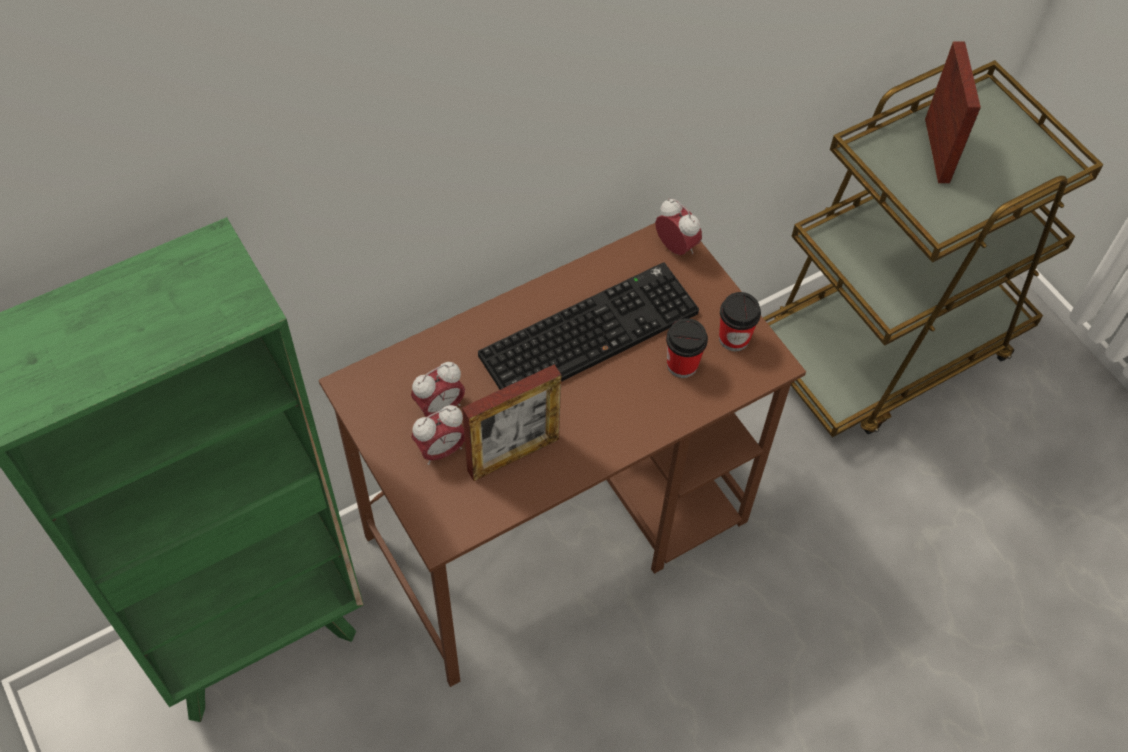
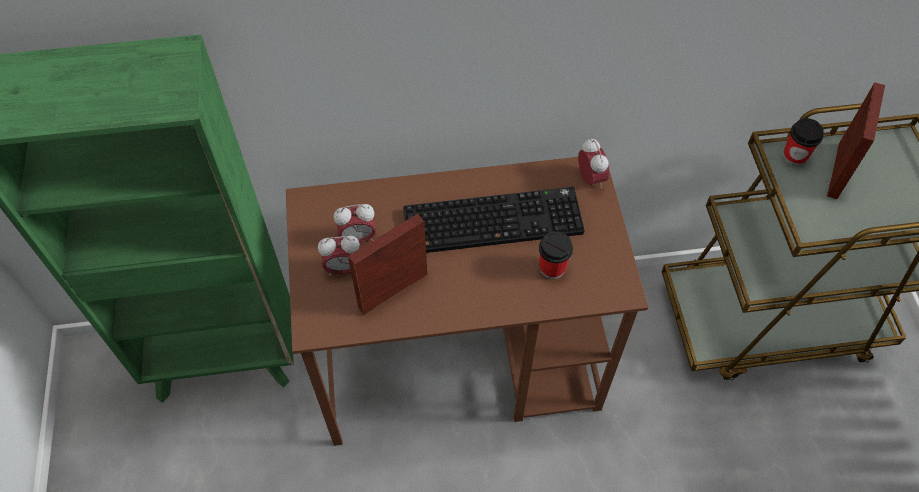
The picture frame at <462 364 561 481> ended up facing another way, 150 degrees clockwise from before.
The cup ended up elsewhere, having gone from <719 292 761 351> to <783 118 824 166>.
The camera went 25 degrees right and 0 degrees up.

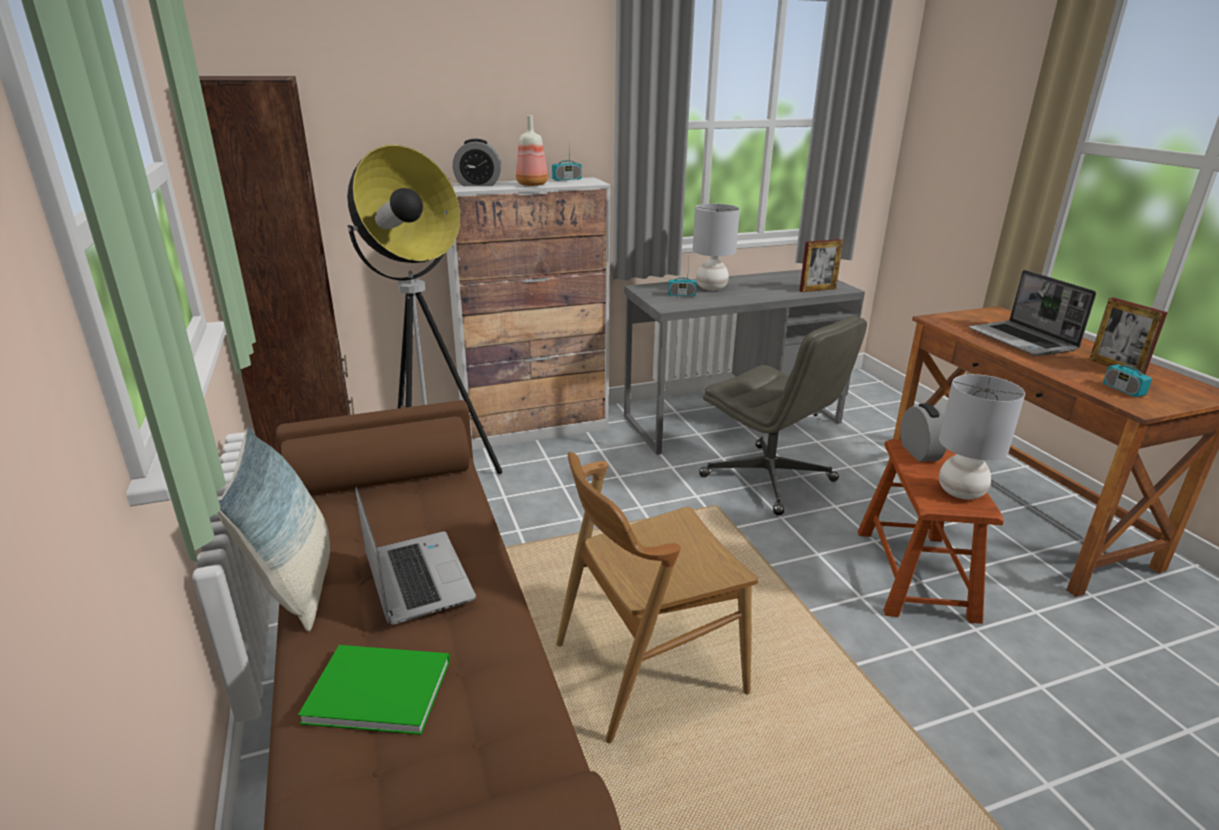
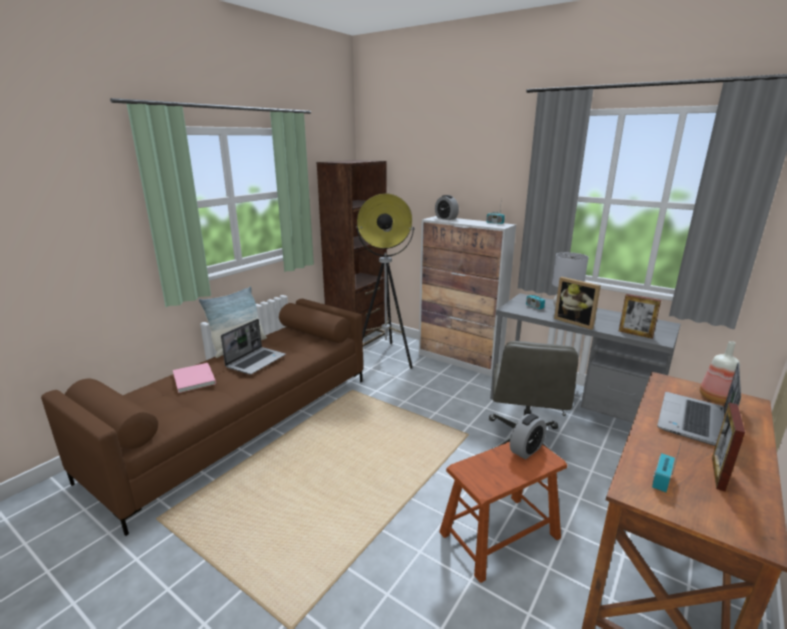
What was the book (green) at <298 645 450 735> turned into the book (pink) at <173 363 216 393>.
The bottle ended up elsewhere, having gone from <516 115 548 186> to <700 341 740 404>.
The second view lost the chair (brown) at <556 452 759 743>.
The second view lost the table lamp (grey) at <939 374 1025 500>.
The second view gained the picture frame at <554 277 601 330>.
The camera went 55 degrees right and 5 degrees down.

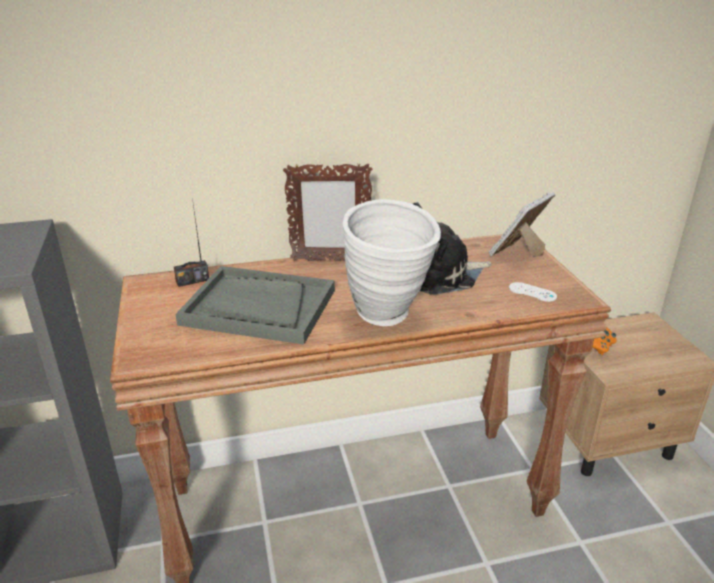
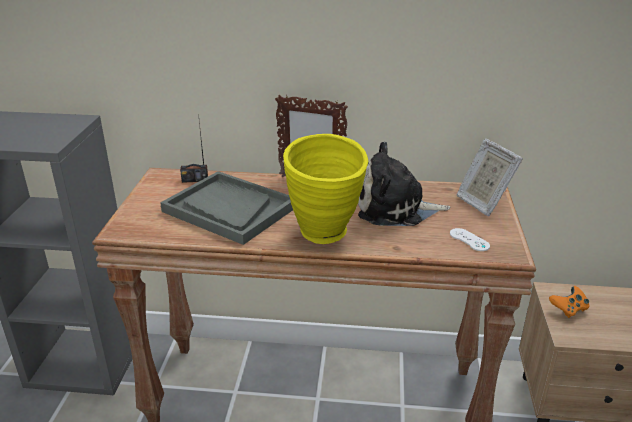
What was the vase (white) at <343 199 441 326> turned into the vase (yellow) at <283 134 368 244>.
The picture frame at <489 192 555 257> ended up facing another way, 90 degrees counterclockwise from before.
The camera went 20 degrees right and 0 degrees up.

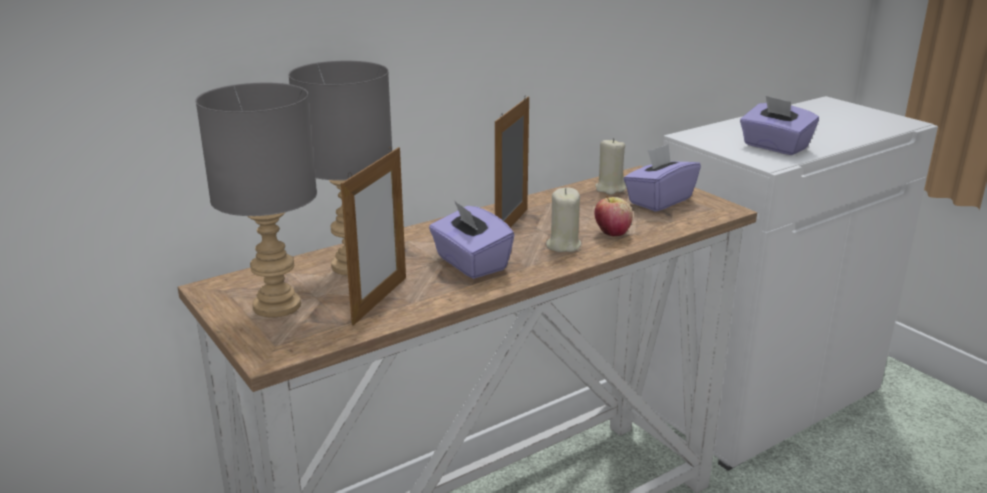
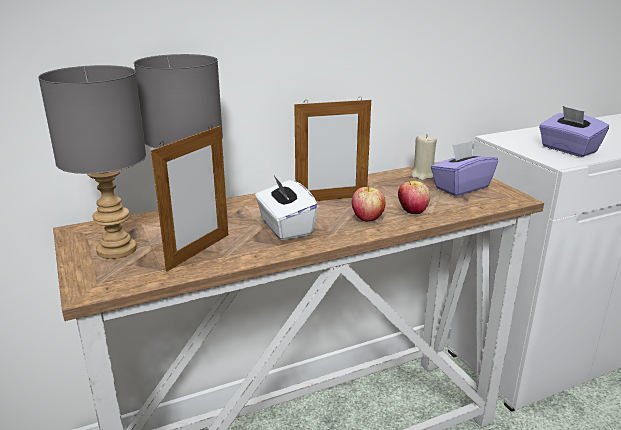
What was the tissue box (purple) at <429 200 515 279> turned into the tissue box (white) at <255 176 318 240>.
The picture frame at <495 96 529 228> ended up facing another way, 135 degrees counterclockwise from before.
Where the candle (beige) stood at <546 188 581 252>, the apple came to stand at <352 184 386 221>.
The camera went 10 degrees right and 0 degrees up.

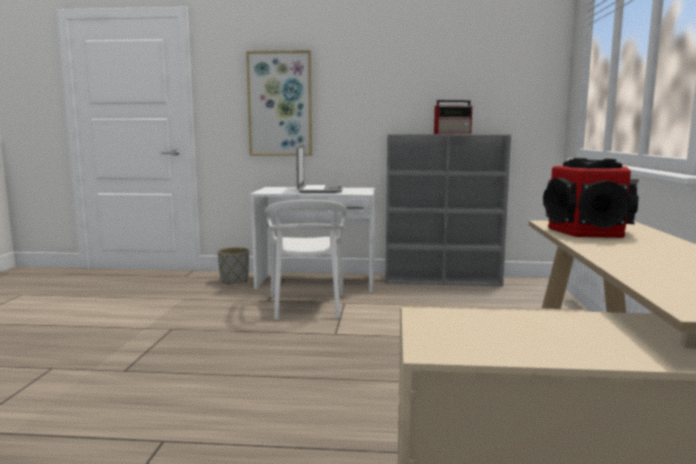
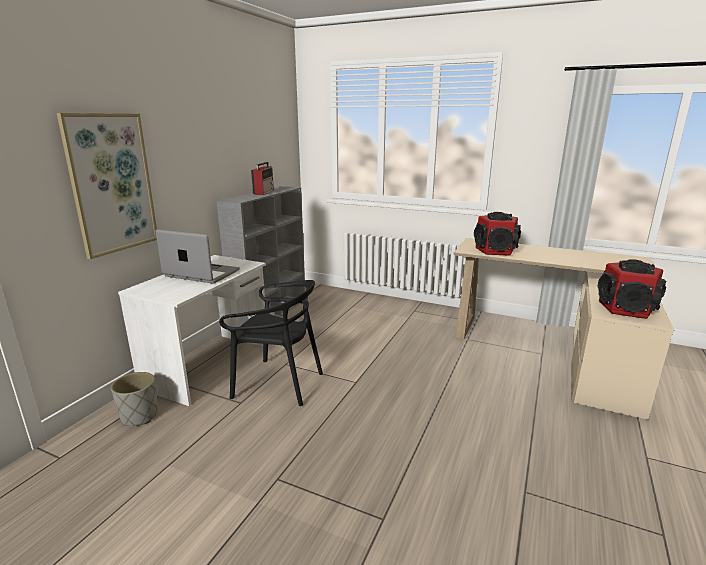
What was the chair (white) at <265 200 347 320> turned into the chair (black) at <219 280 323 406>.
The second view gained the speaker at <597 259 667 319>.
The camera went 70 degrees left and 10 degrees up.

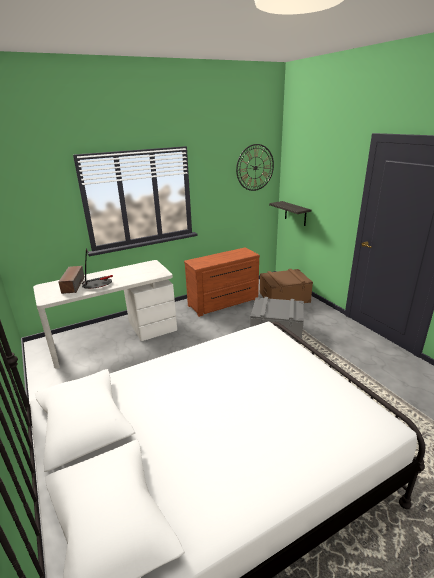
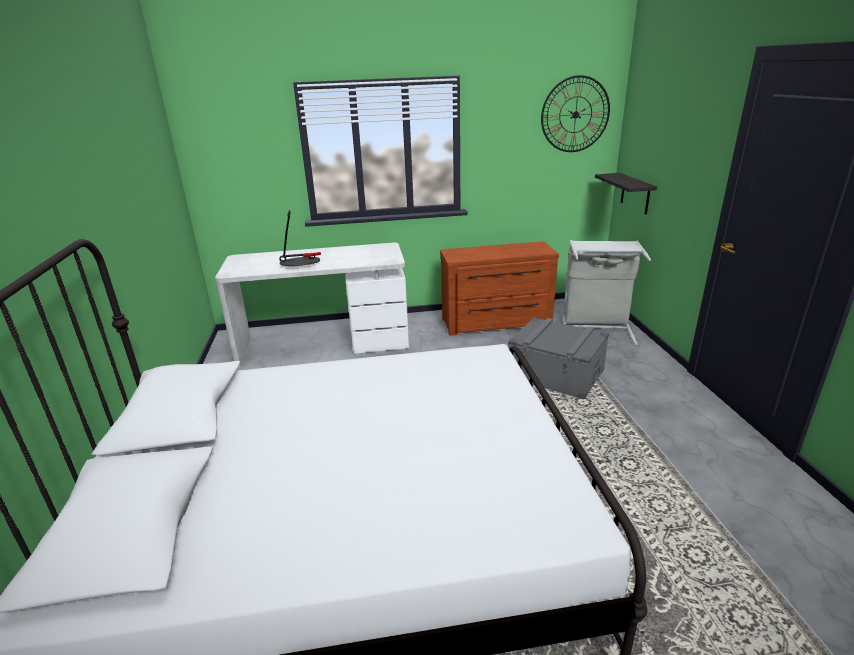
The second view lost the speaker at <58 266 85 294>.
Where the storage box (brown) stood at <260 269 313 303>, the laundry basket (grey) came to stand at <563 240 651 345>.
The camera went 20 degrees right and 0 degrees up.

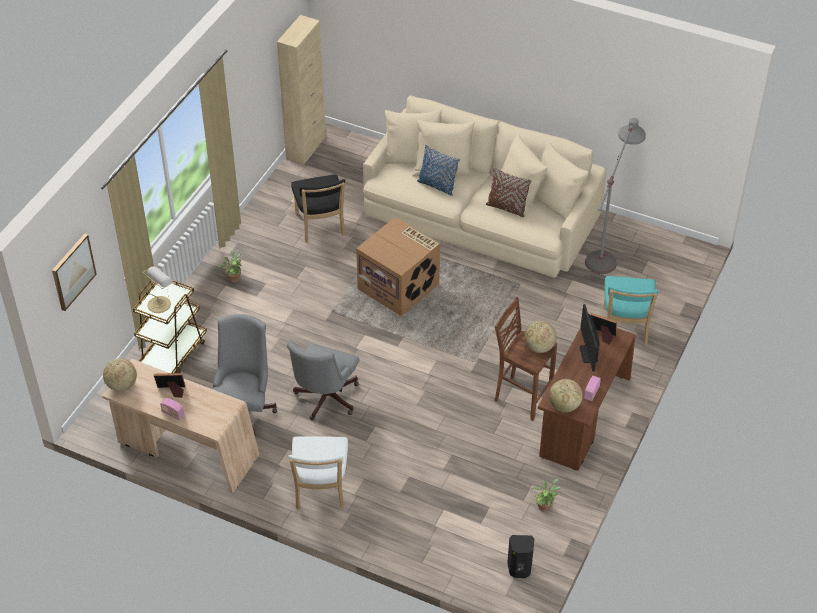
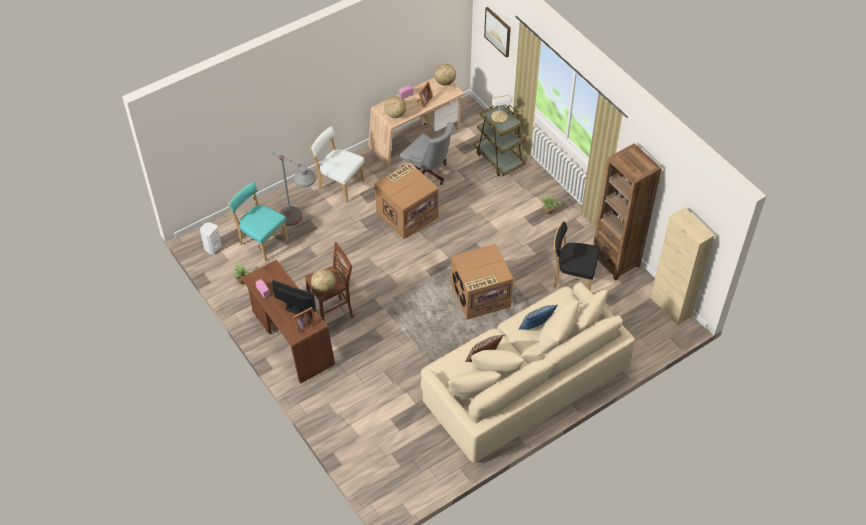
Where the office chair (grey) stood at <287 340 359 420>, the cardboard box came to stand at <375 163 439 239>.
What was the speaker (black) at <507 535 535 578> turned into the speaker (white) at <200 222 222 255>.
The globe ended up elsewhere, having gone from <549 379 583 412> to <384 96 406 118>.
The floor lamp (grey) ended up elsewhere, having gone from <585 118 646 274> to <272 152 316 226>.
The chair (turquoise) ended up elsewhere, having gone from <603 276 659 345> to <228 182 288 261>.
The second view gained the bookcase (brown) at <593 143 662 281>.
The camera went 120 degrees right and 5 degrees up.

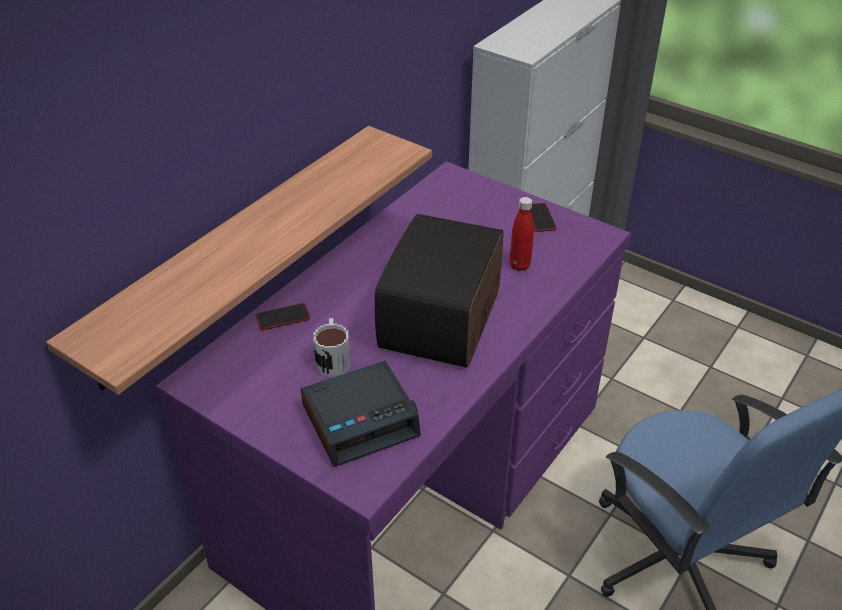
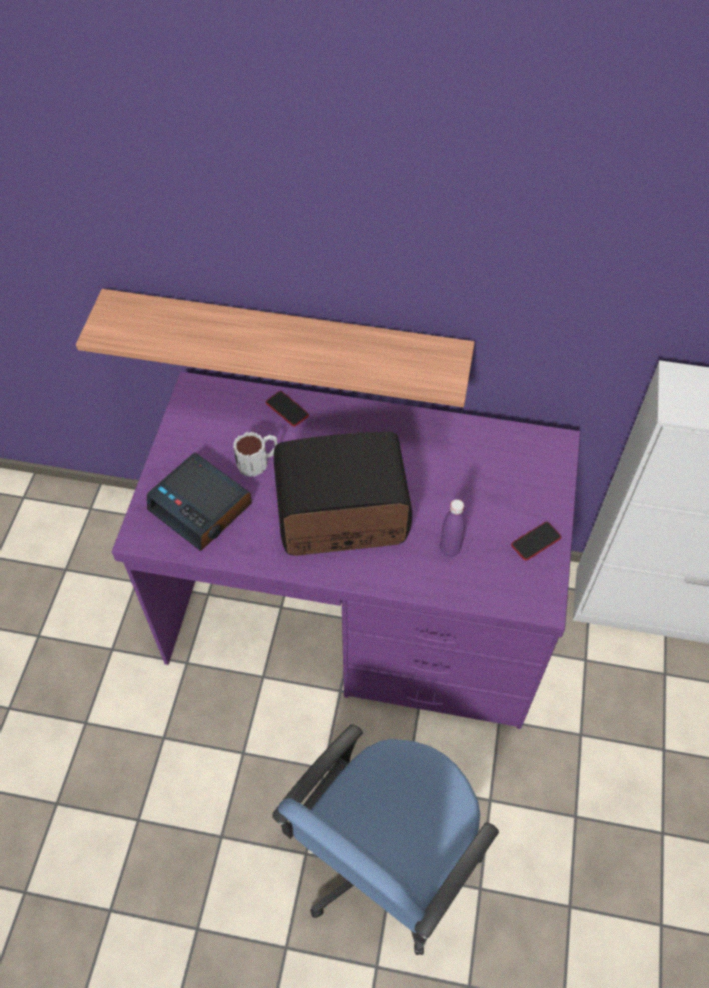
What was the bottle (red) at <510 197 534 271> turned into the bottle (purple) at <440 499 465 557>.
The camera went 65 degrees right and 15 degrees up.

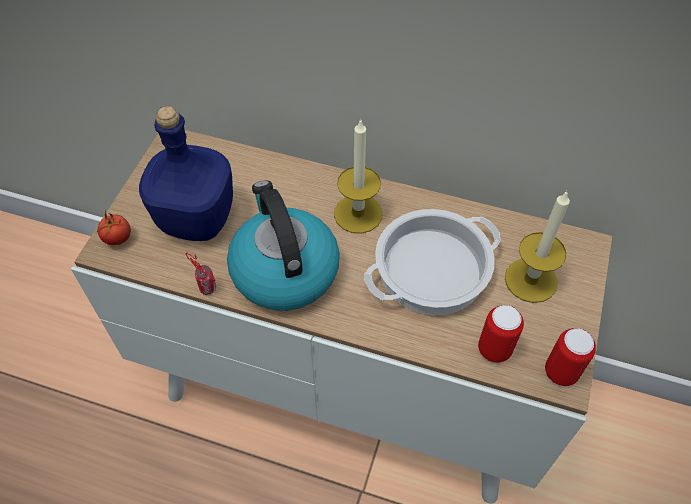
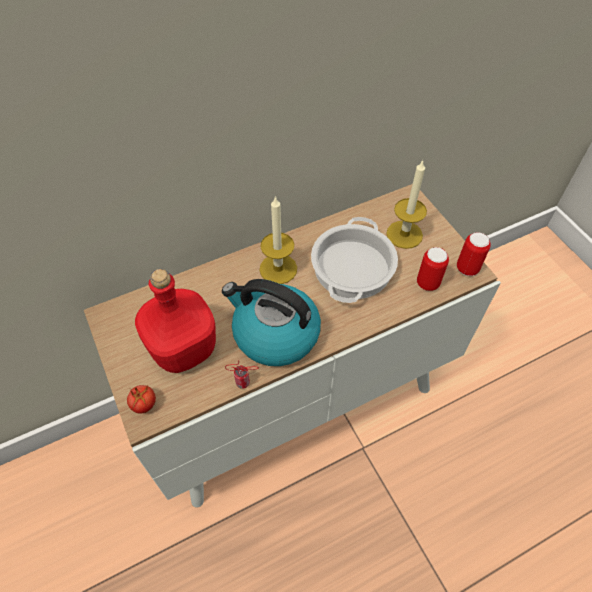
What was the bottle (blue) at <139 106 233 241> turned into the bottle (red) at <135 269 216 373>.
The camera went 45 degrees left and 0 degrees up.

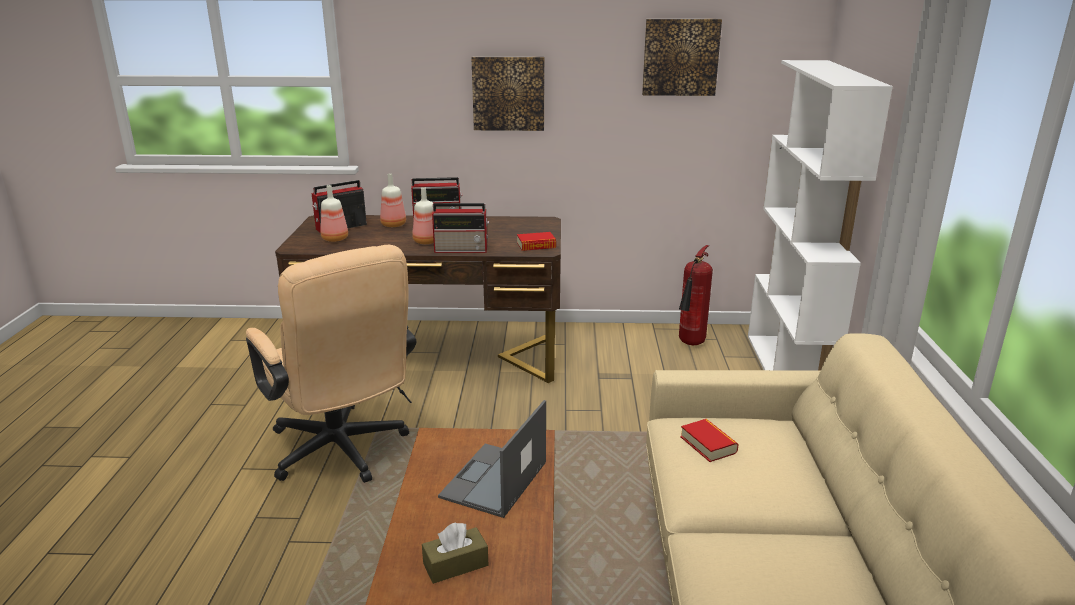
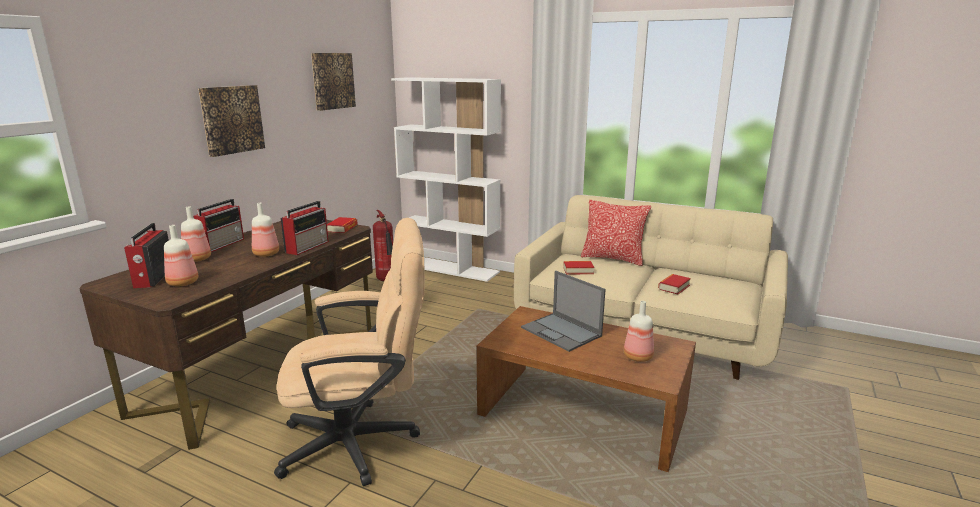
Where the tissue box (brown) stood at <422 523 488 584>, the bottle came to stand at <624 301 654 362>.
The second view gained the pillow at <581 200 651 266>.
The second view gained the book at <658 274 691 294>.
The camera went 65 degrees left and 5 degrees down.

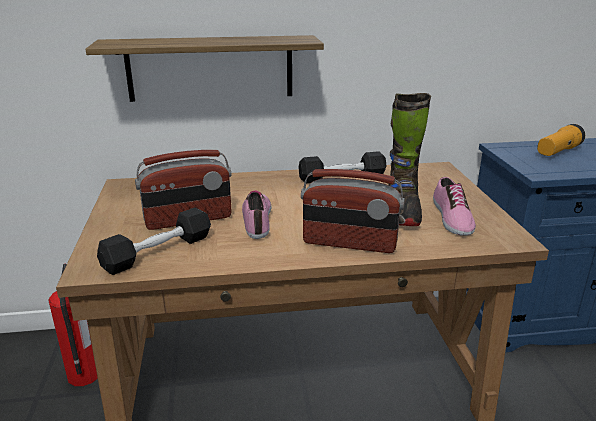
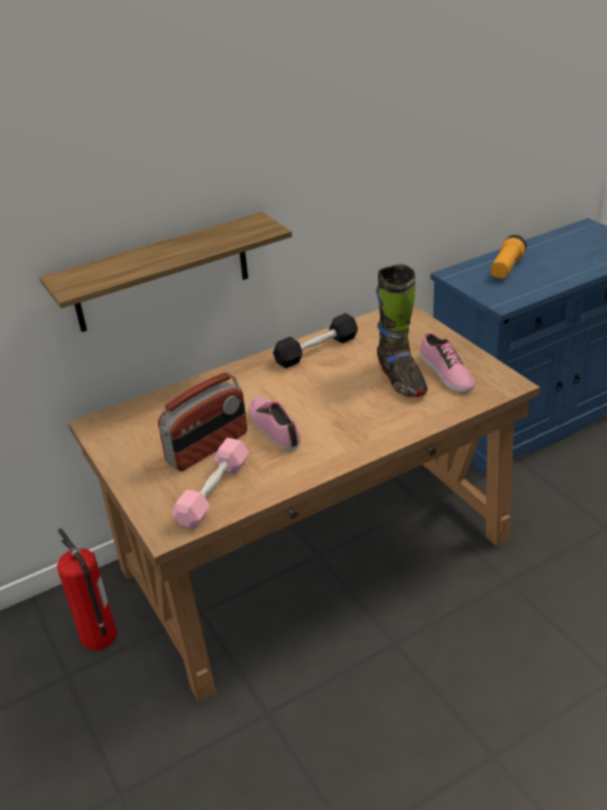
What was the dumbbell (black) at <97 207 211 275> turned into the dumbbell (pink) at <171 438 249 529>.
The second view lost the radio at <301 169 405 253>.
The camera went 20 degrees left and 10 degrees up.

